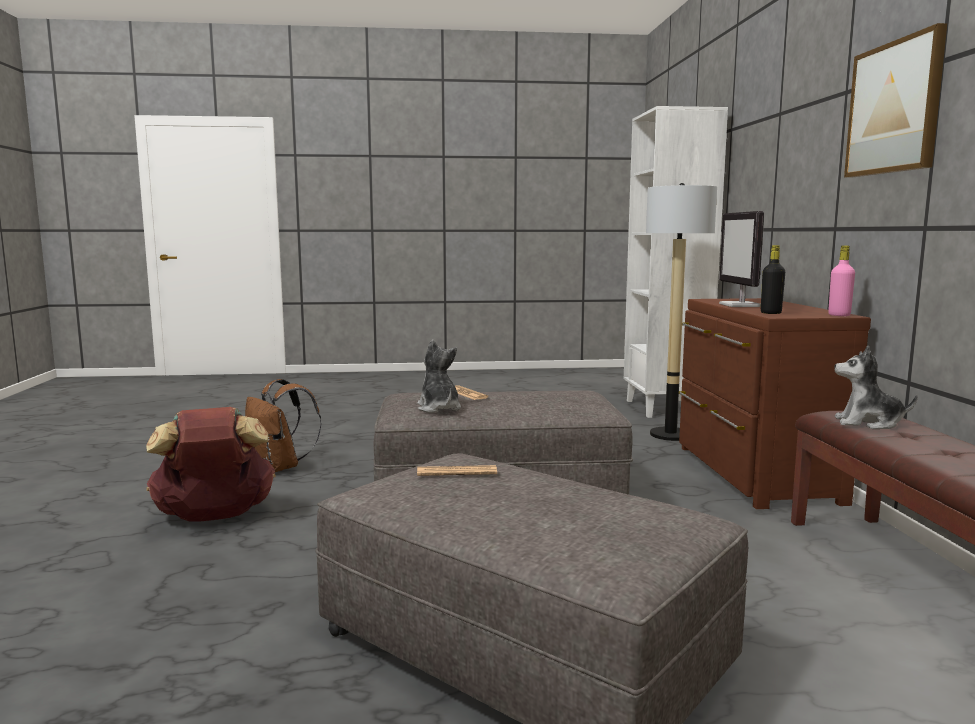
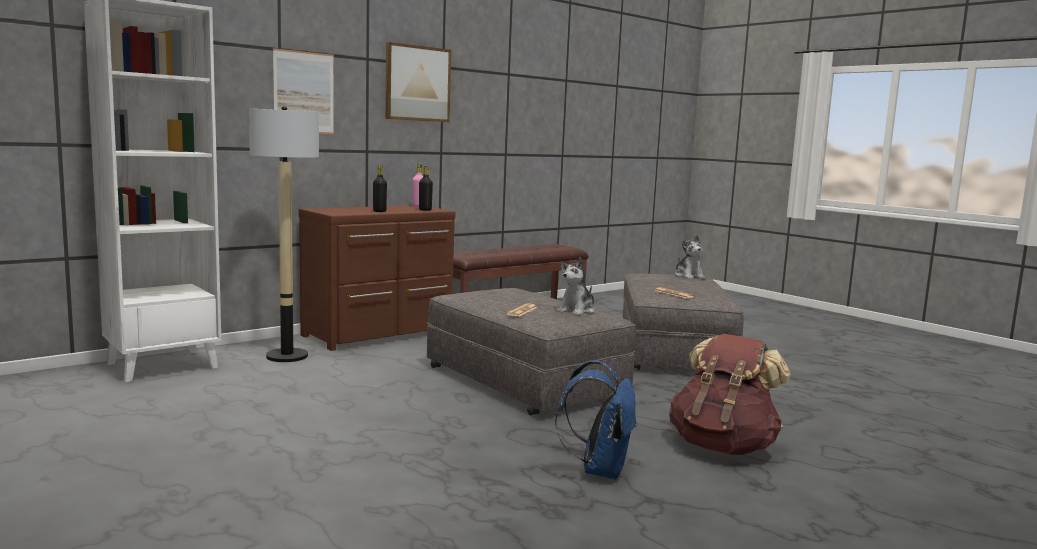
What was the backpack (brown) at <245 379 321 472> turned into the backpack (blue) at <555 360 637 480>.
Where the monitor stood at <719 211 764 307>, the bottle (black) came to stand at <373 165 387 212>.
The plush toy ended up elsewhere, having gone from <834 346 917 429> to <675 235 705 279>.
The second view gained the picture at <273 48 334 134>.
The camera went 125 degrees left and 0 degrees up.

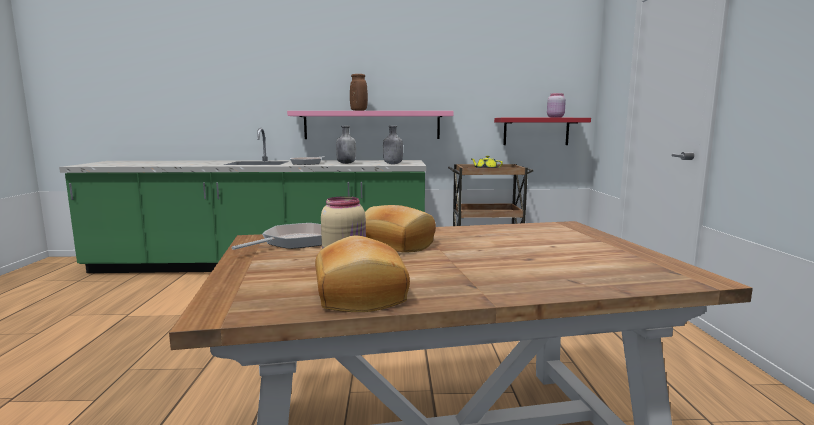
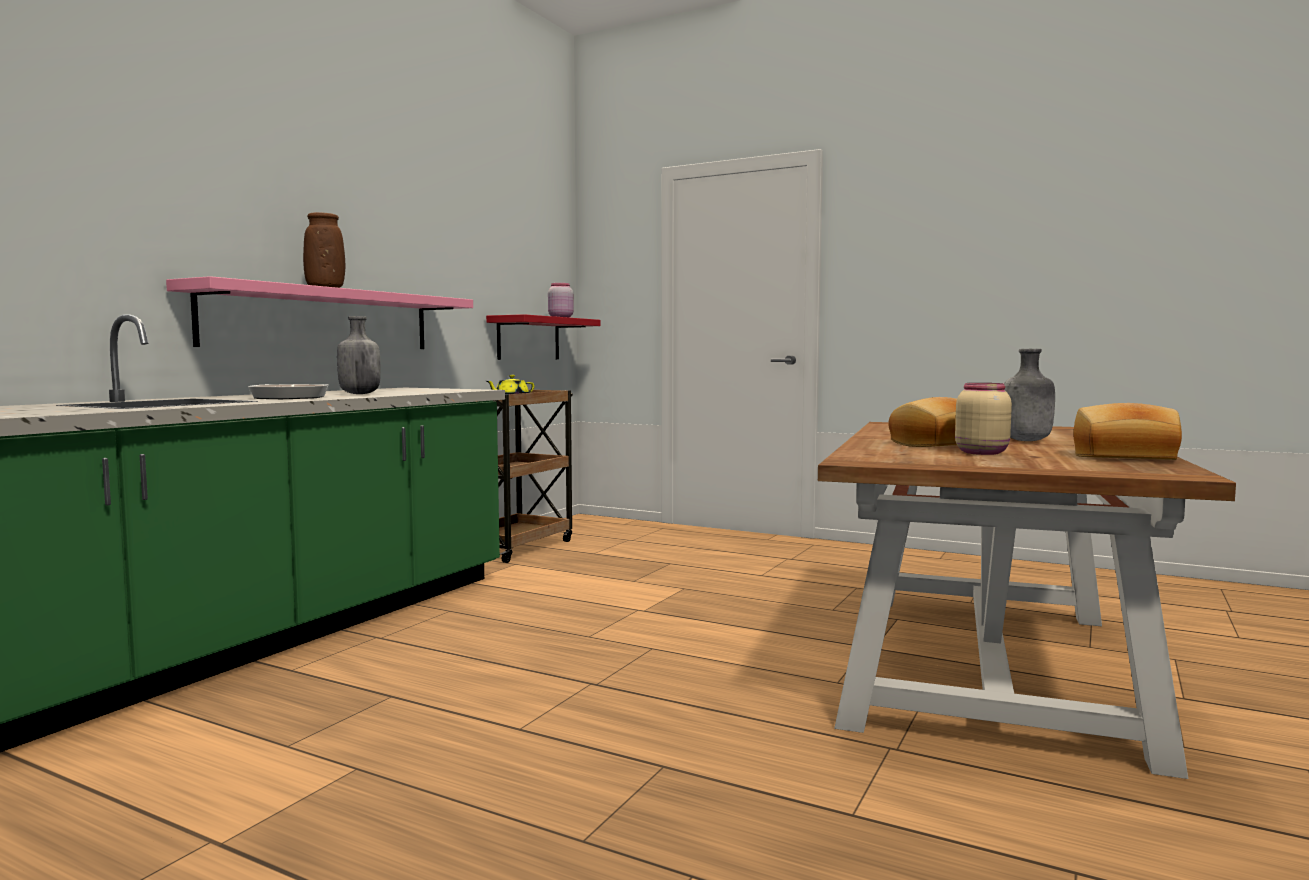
The second view lost the frying pan at <232 223 322 250>.
The bottle (grey) ended up elsewhere, having gone from <383 126 403 164> to <1004 349 1055 441>.
The camera went 60 degrees left and 5 degrees down.

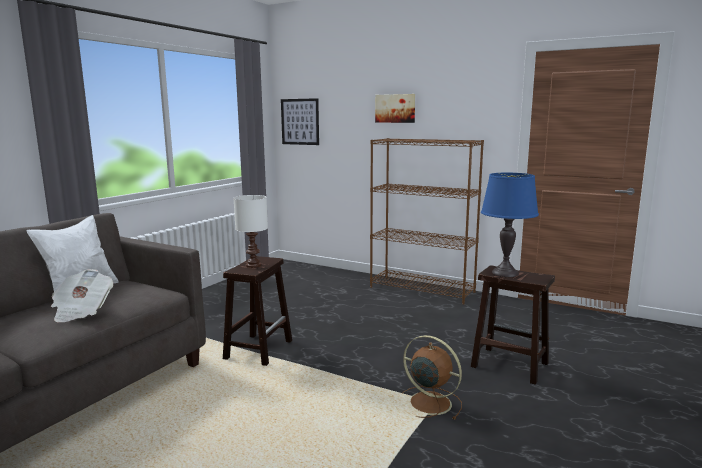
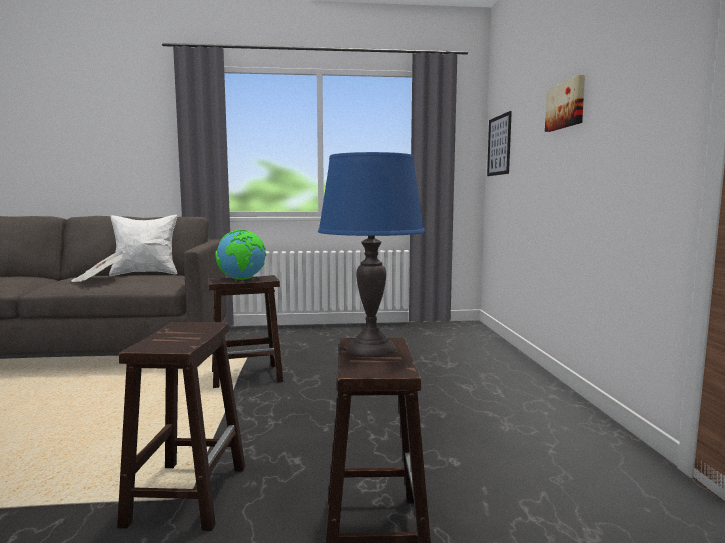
Where the table lamp (white) stood at <234 195 268 268>, the globe came to stand at <215 230 266 280>.
The second view lost the bookcase (brown) at <370 138 484 304>.
Where the fan (brown) stood at <402 335 462 420>, the stool (brown) came to stand at <117 322 245 531>.
The camera went 55 degrees right and 5 degrees down.

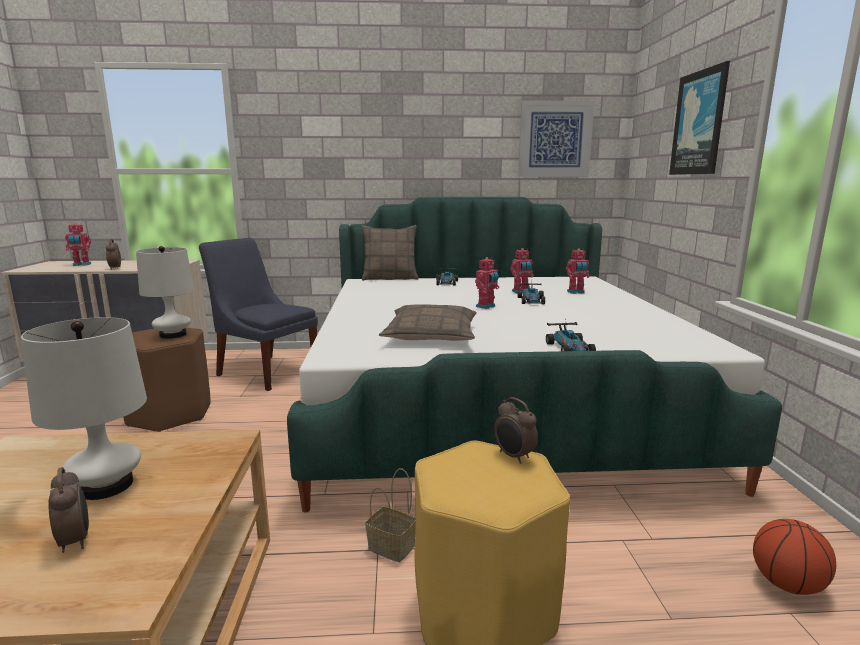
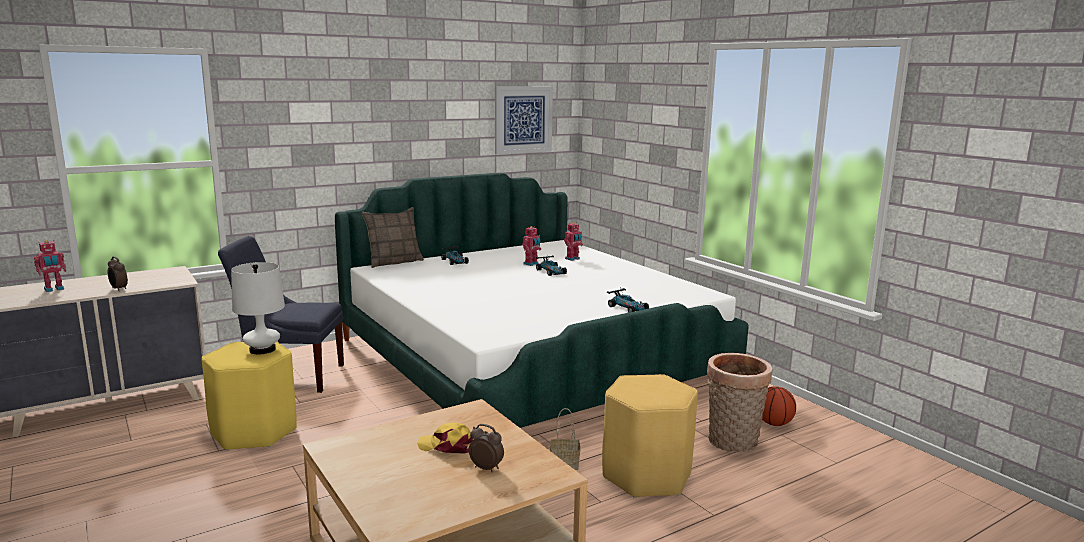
Where the table lamp (white) stood at <21 317 147 500>, the cap (yellow) came to stand at <417 422 474 453>.
What was the stool (brown) at <123 328 211 432> turned into the stool (yellow) at <202 342 297 451>.
The second view lost the pillow at <379 304 477 341>.
The second view lost the toy robot at <475 257 499 309>.
The second view lost the alarm clock at <494 397 538 464>.
The second view lost the picture at <669 61 730 175>.
The second view gained the basket at <707 353 773 453>.
The camera went 30 degrees left and 0 degrees up.

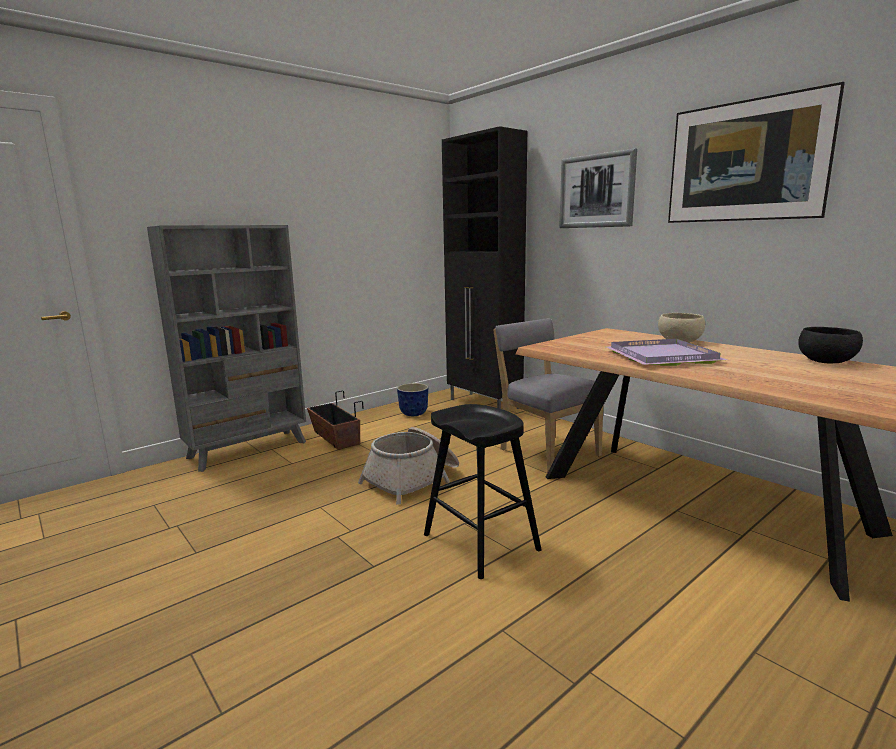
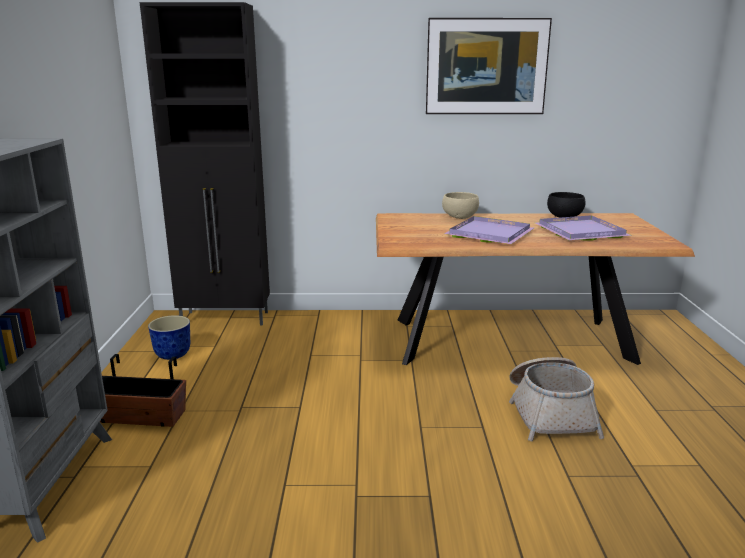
The basket ended up elsewhere, having gone from <358 427 459 504> to <509 357 604 441>.
The second view lost the stool (black) at <424 404 542 579>.
The second view lost the chair (grey) at <493 318 603 473>.
The second view lost the picture at <559 148 637 228>.
The second view gained the tray (purple) at <534 215 633 240>.
The camera went 50 degrees left and 5 degrees up.

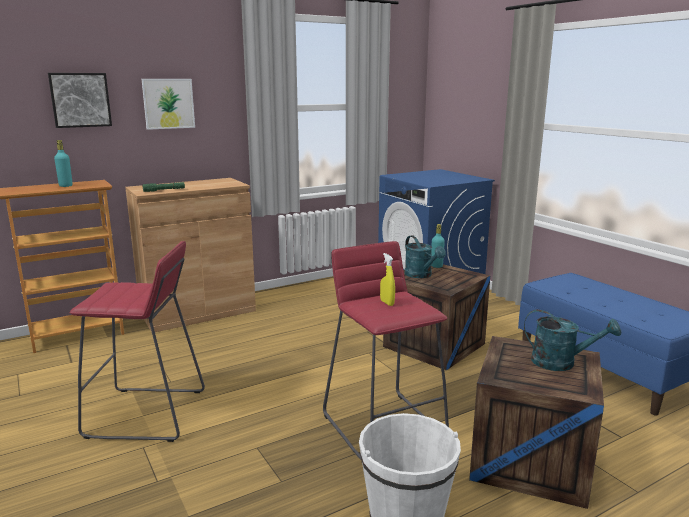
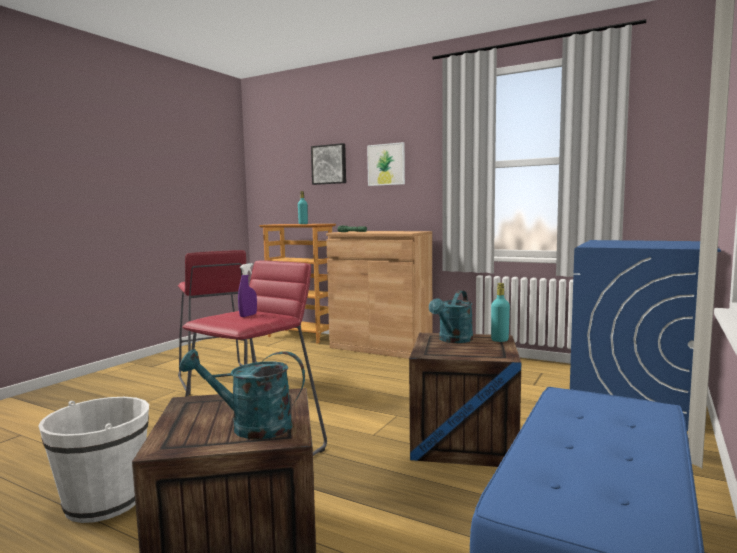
What was the spray bottle (yellow) at <380 253 395 306> turned into the spray bottle (purple) at <238 263 257 317>.
The watering can (turquoise) at <524 309 621 371> ended up facing another way, 105 degrees clockwise from before.
The camera went 60 degrees right and 10 degrees down.

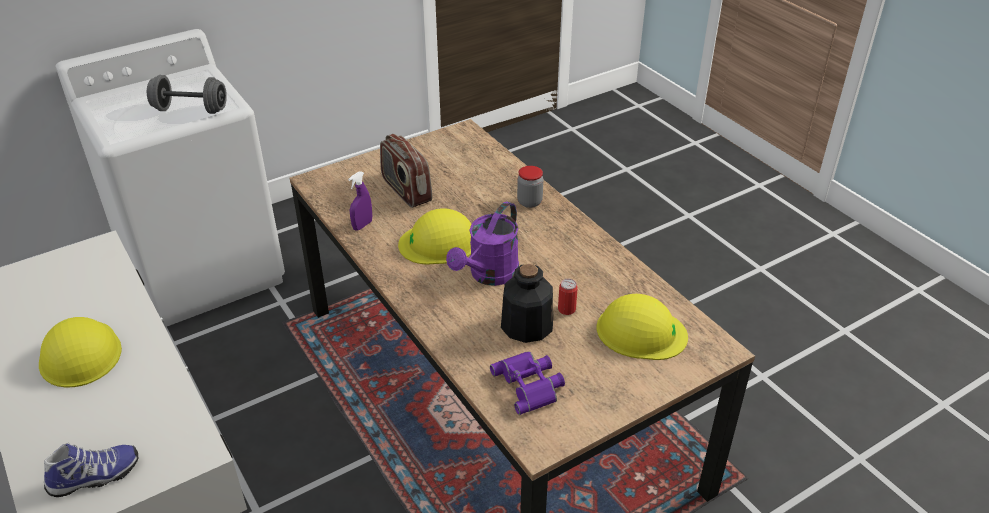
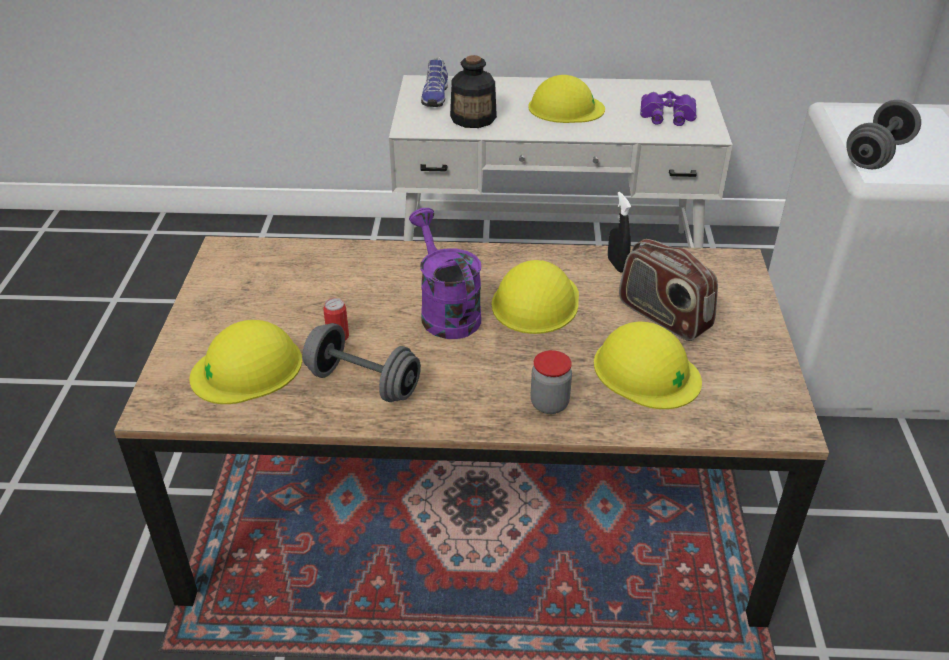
What was the spray bottle (purple) at <348 171 372 231> turned into the spray bottle (black) at <608 192 631 273>.
The radio at <380 134 432 208> ended up facing another way, 135 degrees counterclockwise from before.
The binoculars (purple) ended up elsewhere, having gone from <490 351 565 415> to <640 91 697 126>.
The bottle ended up elsewhere, having gone from <501 264 553 343> to <450 55 497 128>.
The second view gained the dumbbell (grey) at <303 323 421 402>.
The second view gained the hard hat (yellow) at <594 321 702 409>.
The camera went 125 degrees right and 0 degrees up.

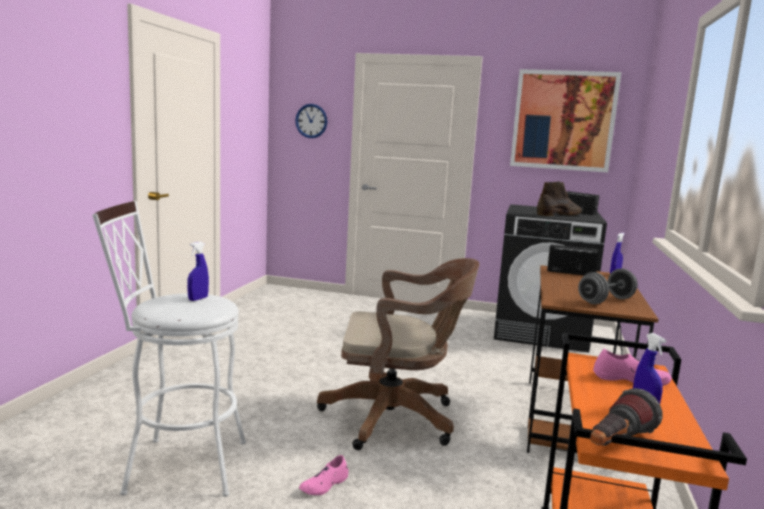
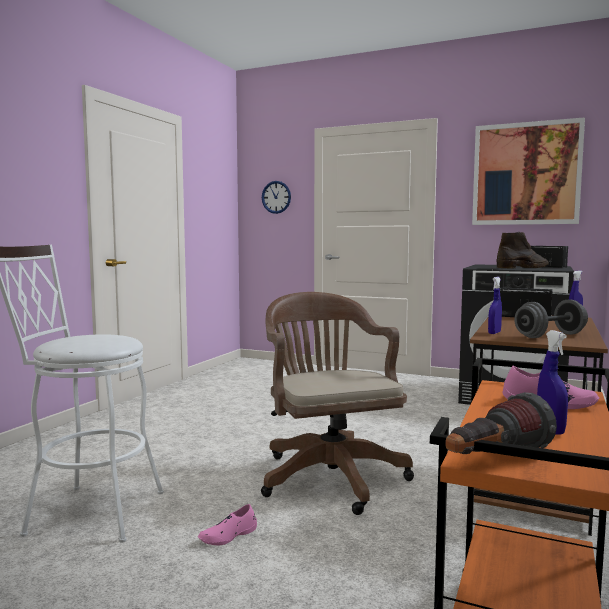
The spray bottle (blue) ended up elsewhere, having gone from <187 242 209 301> to <488 277 502 334>.
The office chair (brown) at <317 258 480 450> ended up facing another way, 120 degrees counterclockwise from before.
The camera went 10 degrees right and 5 degrees down.

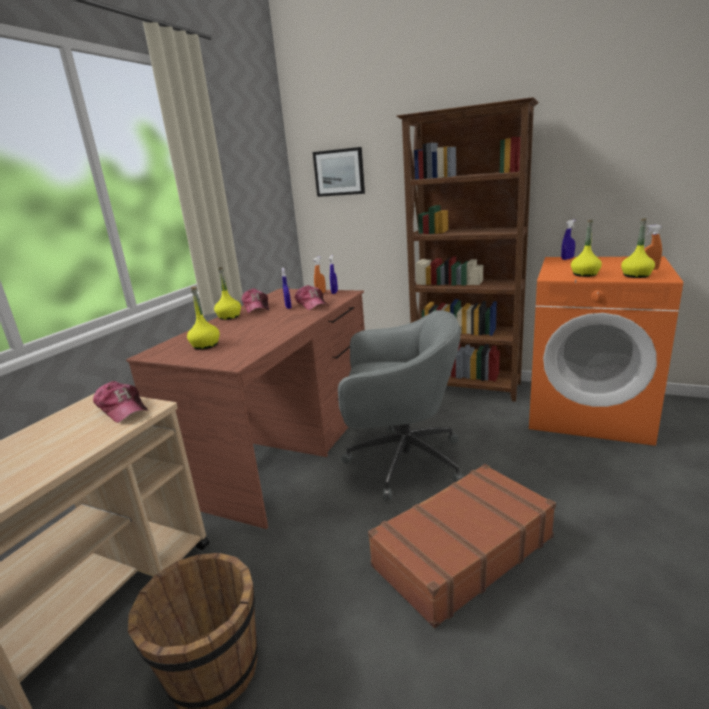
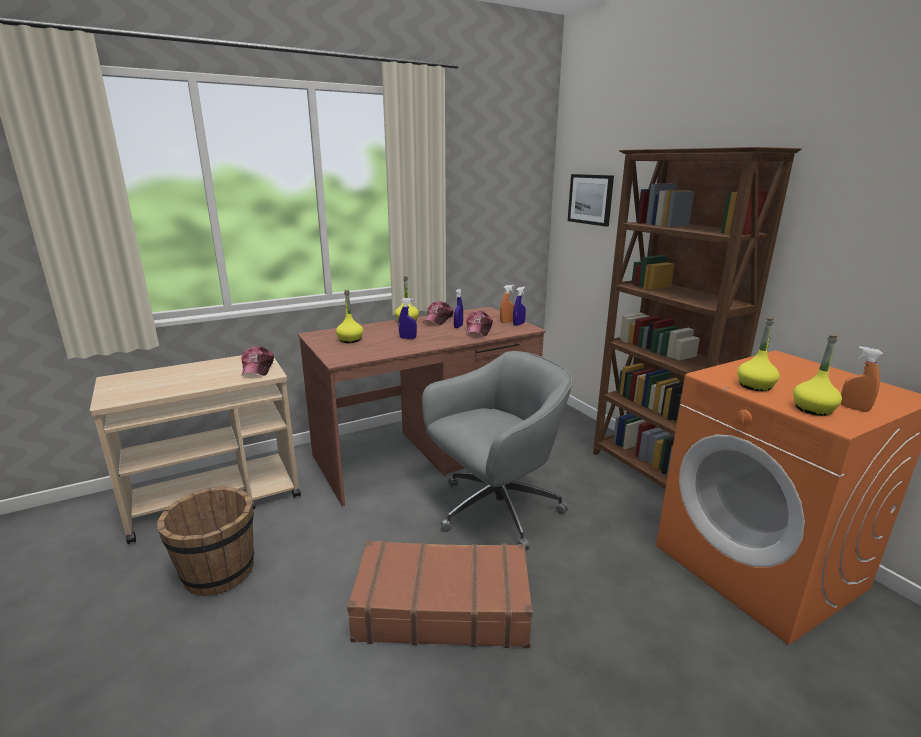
The office chair (grey) at <338 310 463 500> ended up facing another way, 75 degrees counterclockwise from before.
The spray bottle (blue) ended up elsewhere, having gone from <561 220 575 260> to <399 298 417 339>.
The camera went 35 degrees right and 0 degrees up.

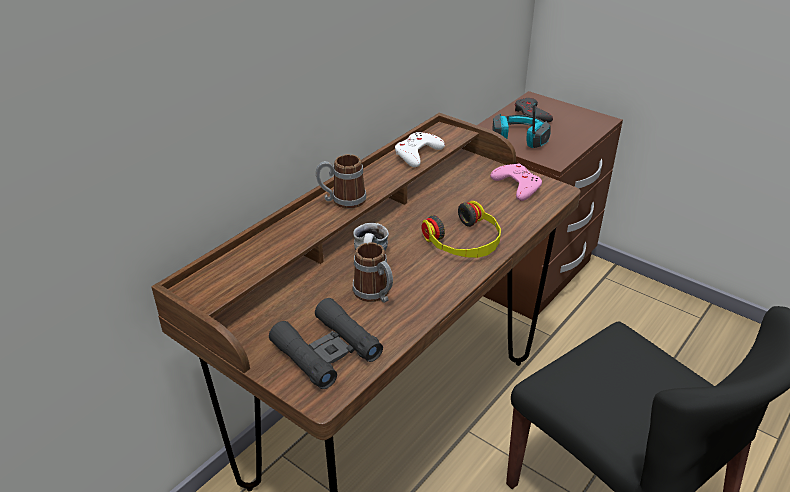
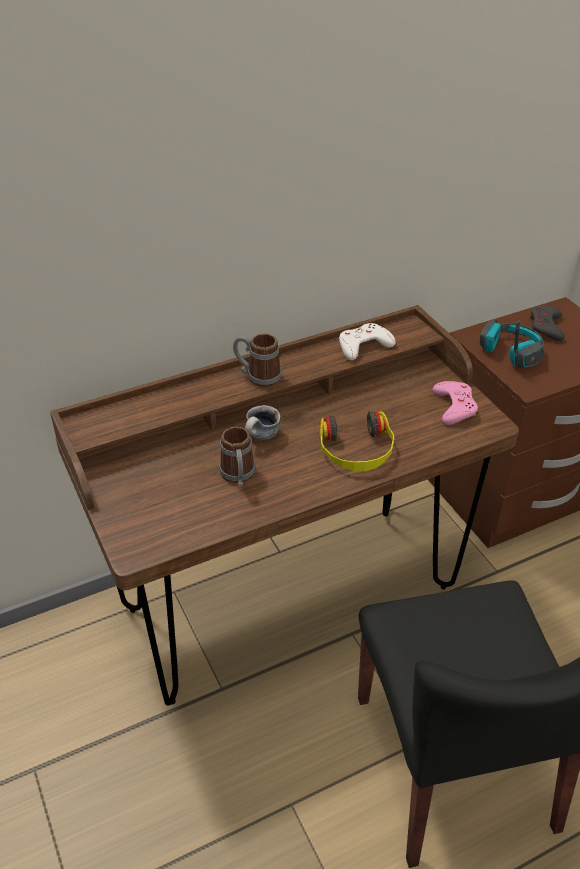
The second view lost the binoculars (black) at <269 298 383 389>.
The camera went 25 degrees right and 5 degrees up.

